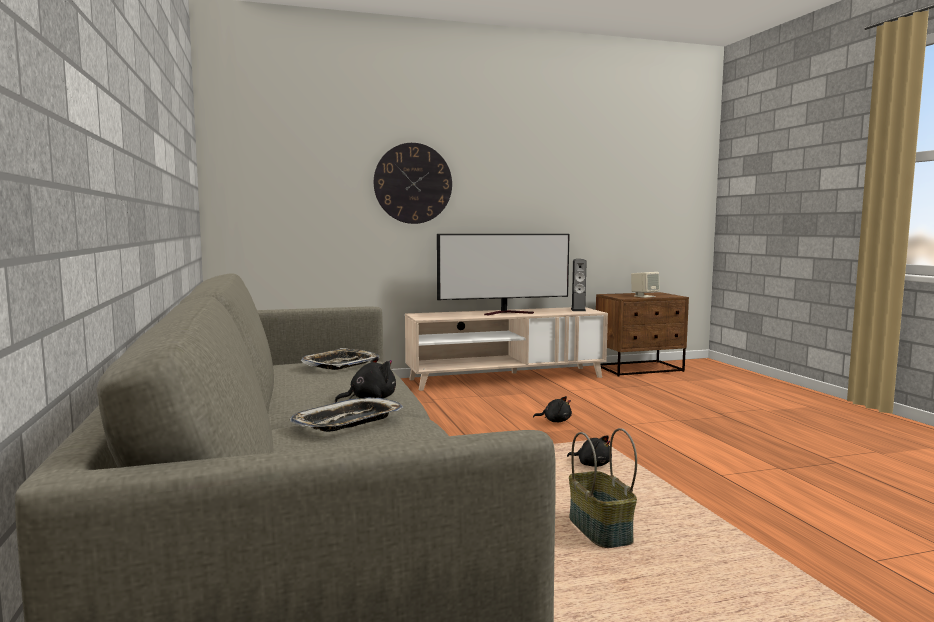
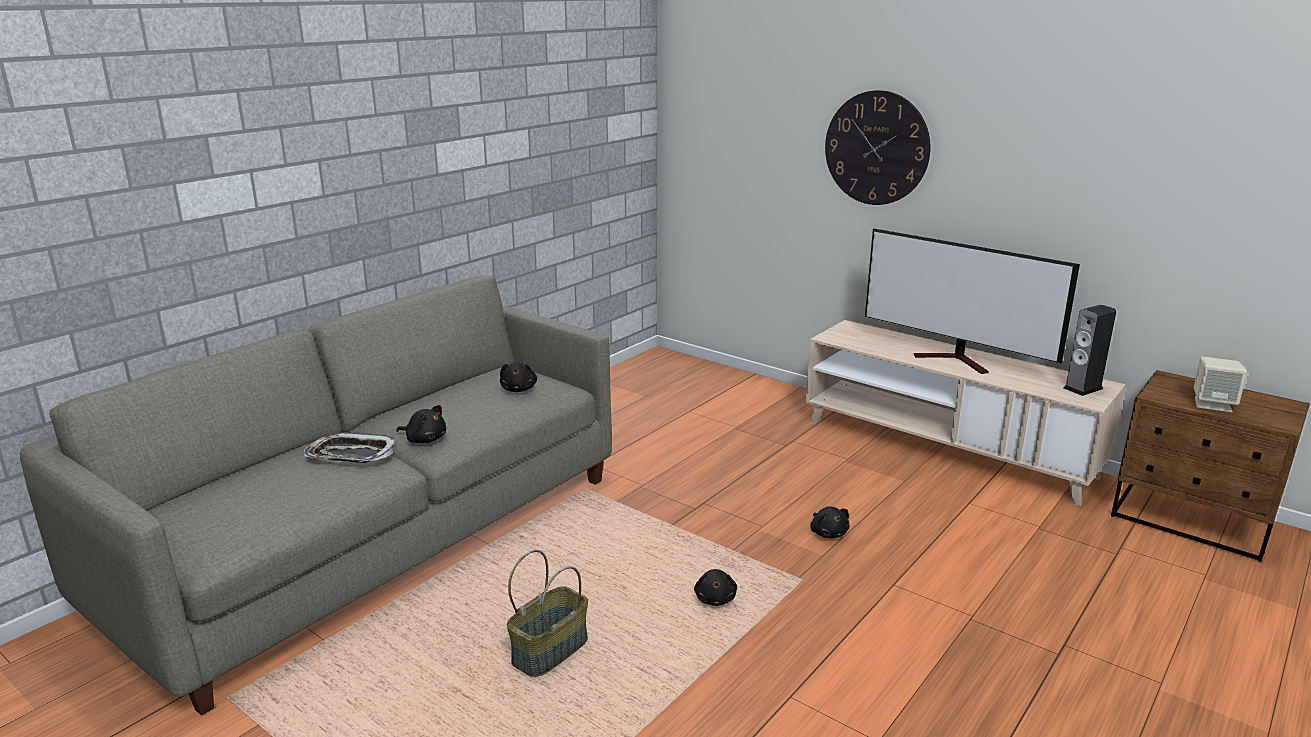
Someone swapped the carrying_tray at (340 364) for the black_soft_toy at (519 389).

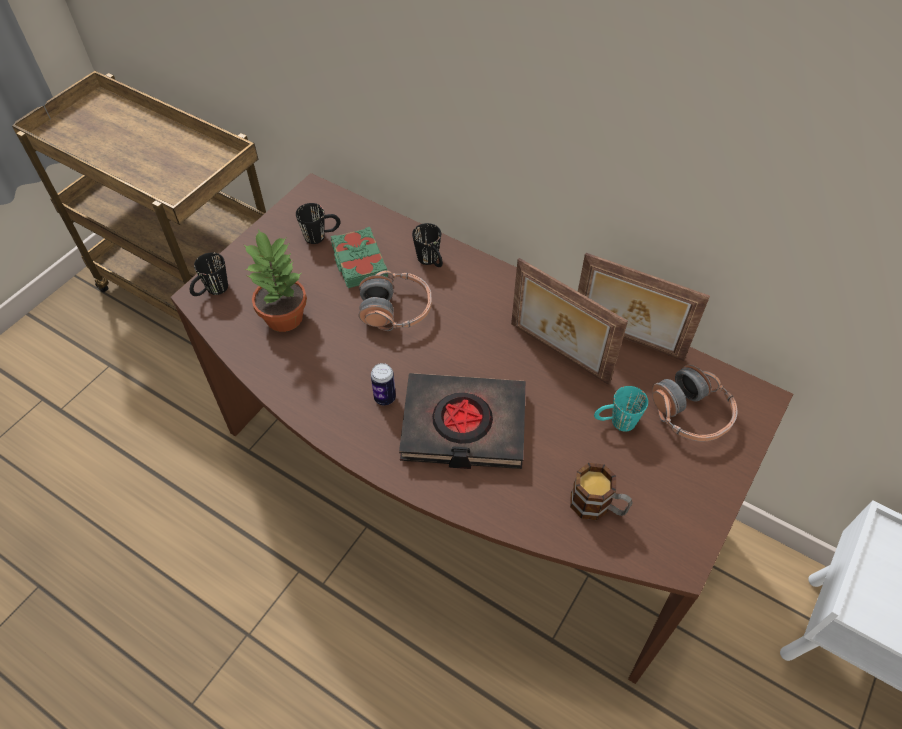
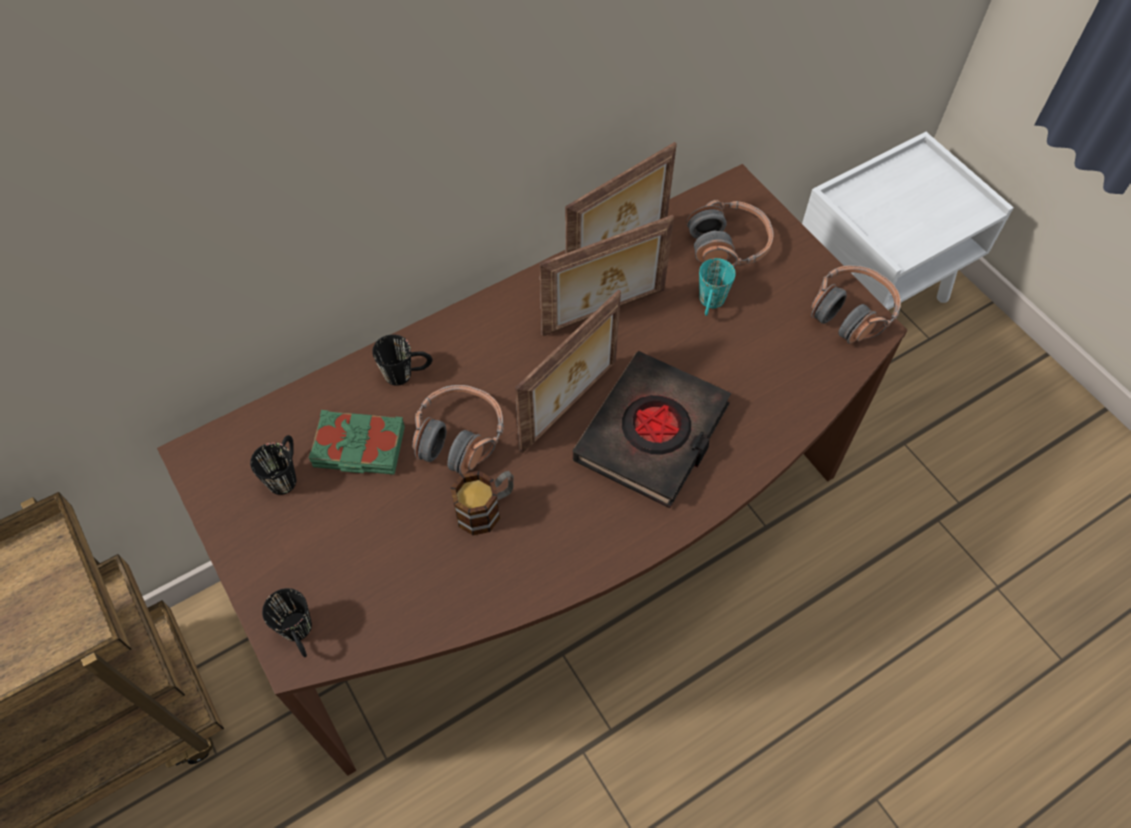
Someone took away the houseplant at (285 316).
Someone took away the can at (385 398).
Someone carried the mug from (597 506) to (486 509).
Someone put down the headset at (851 312).
Someone put down the standing_frame at (571 406).

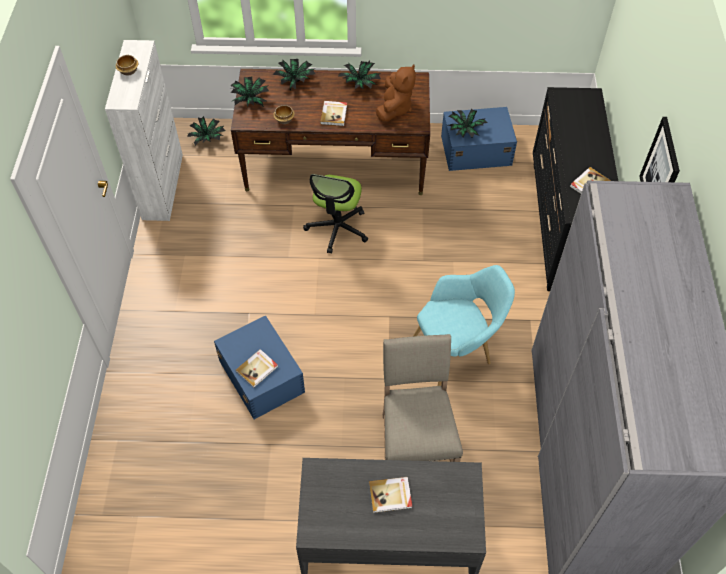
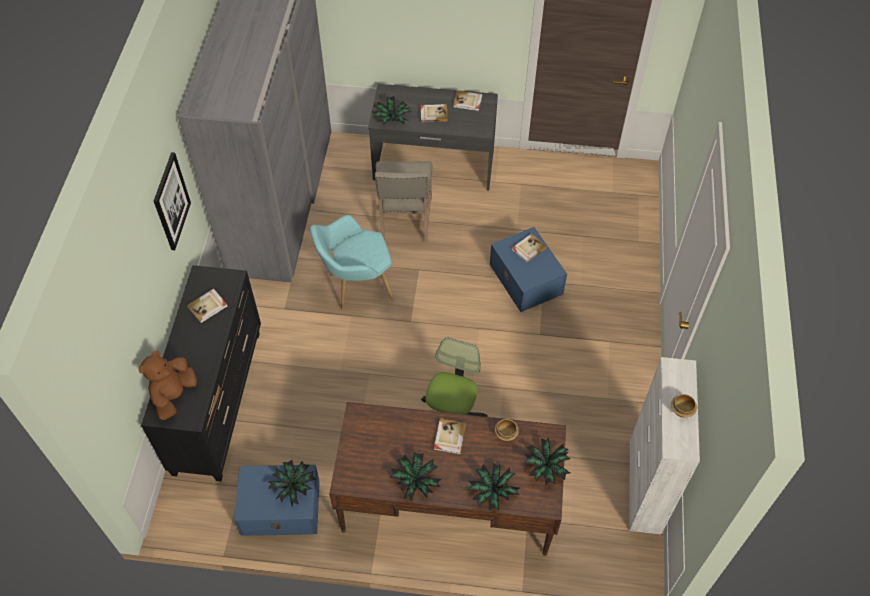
Someone carried the brown-coloured_soft_toy from (394 108) to (174 395).
Someone carried the houseplant from (207 139) to (391 119).
Someone put down the book at (468 102).

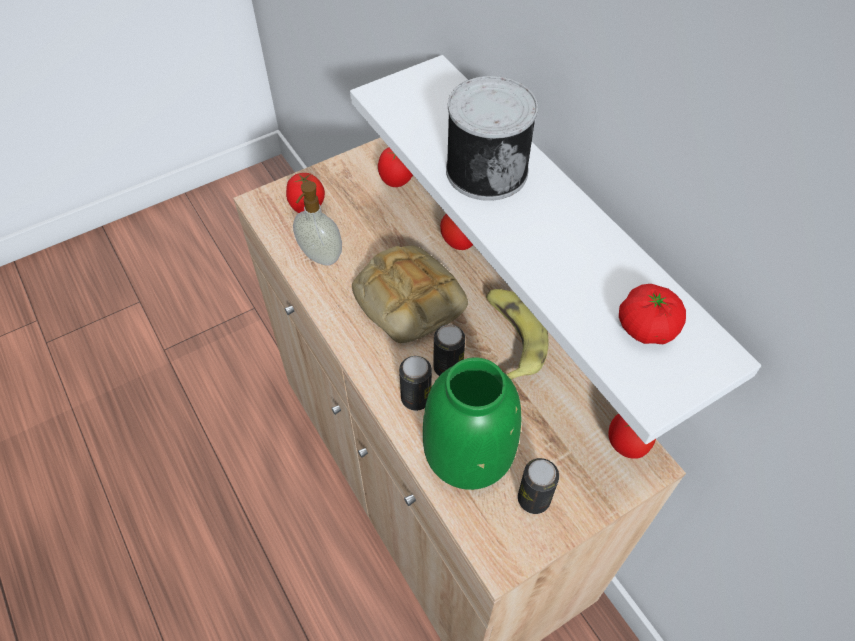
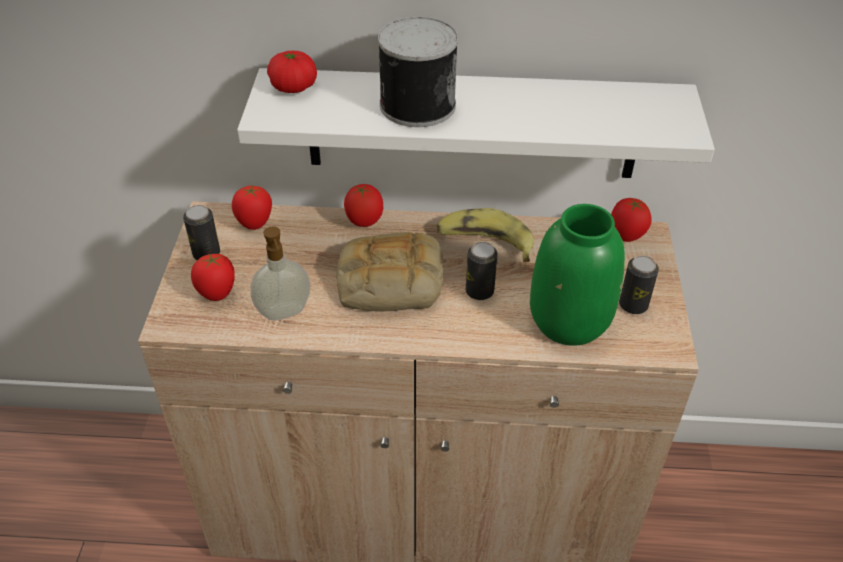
Someone carried the tomato from (646 327) to (293 87).
Someone carried the can from (416 398) to (206 254).

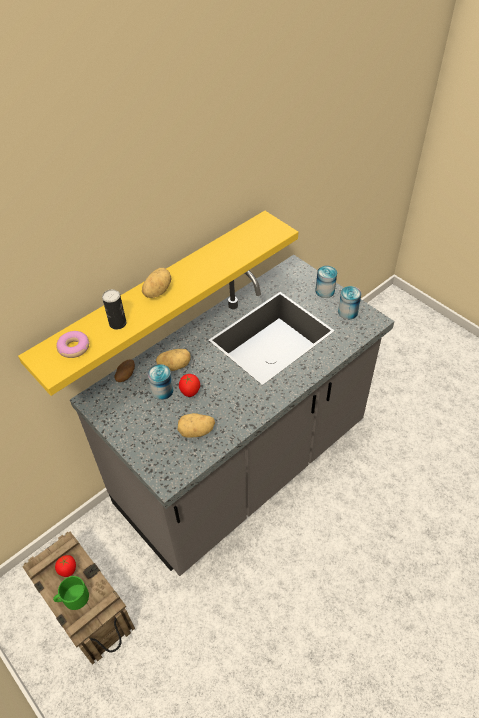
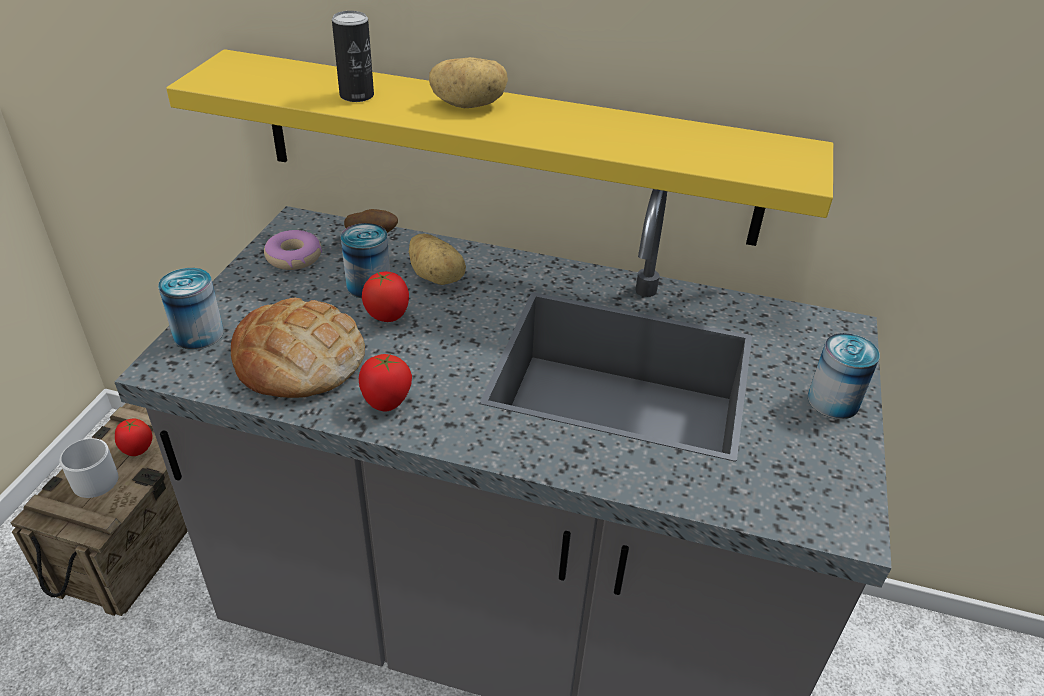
Someone carried the can from (348 312) to (198 334).
Someone carried the donut from (74 347) to (294 257).
Someone swapped the whole_potato at (196 432) for the baked_bread at (299 359).
Someone repainted the green_mug at (72 598), which became the white_mug at (92 478).
Someone put down the tomato at (386 404).

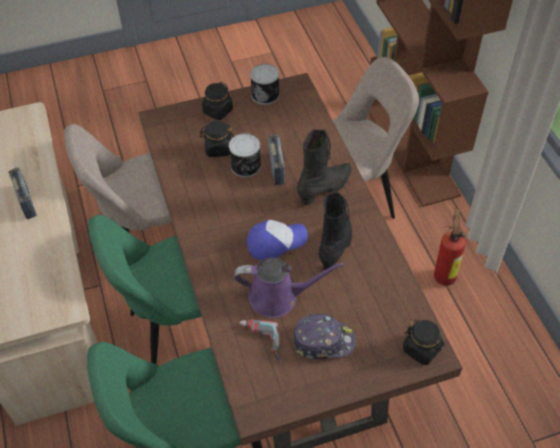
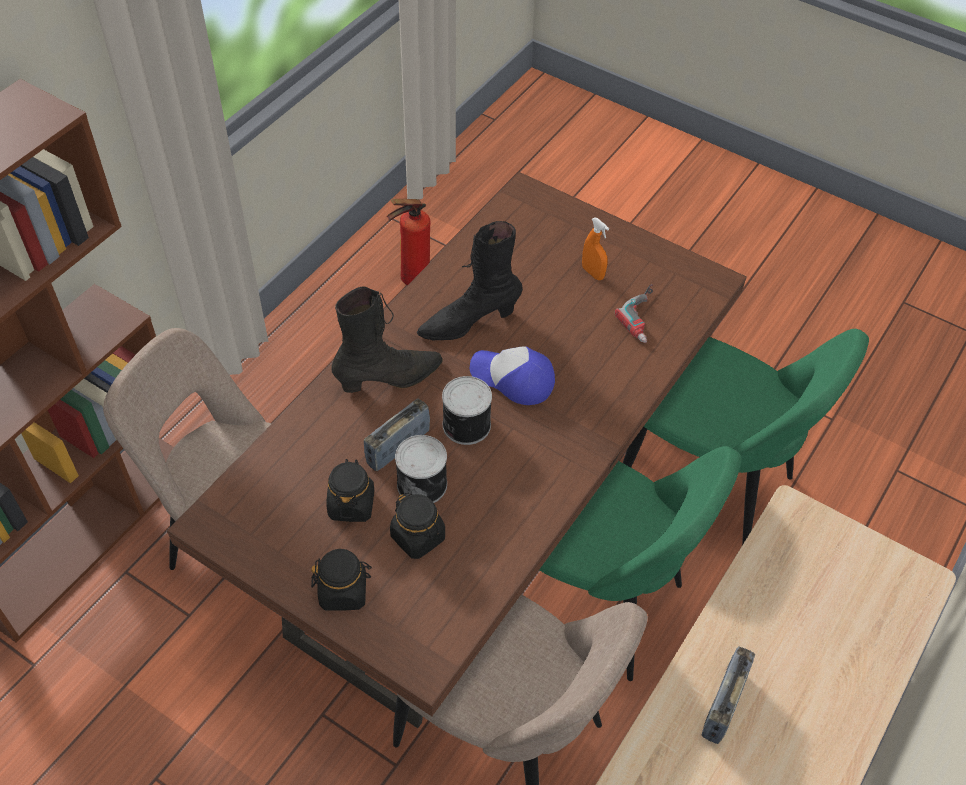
Someone carried the can from (265 94) to (465 425).
Someone rotated the black_tall_boot at (325 189) by 150 degrees clockwise.
Someone carried the fire-fighting_cylinder from (444 274) to (410 280).
Someone took away the purplish_watering_can at (278 297).
Someone swapped the peaked_cap at (323 341) for the orange-coloured_spray_bottle at (593 273).
Someone carried the black_storage_jar from (421 349) to (351 504).

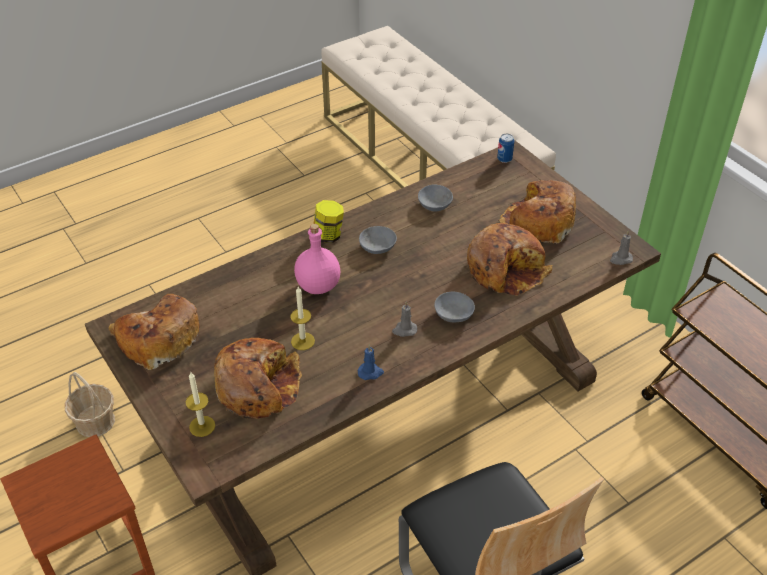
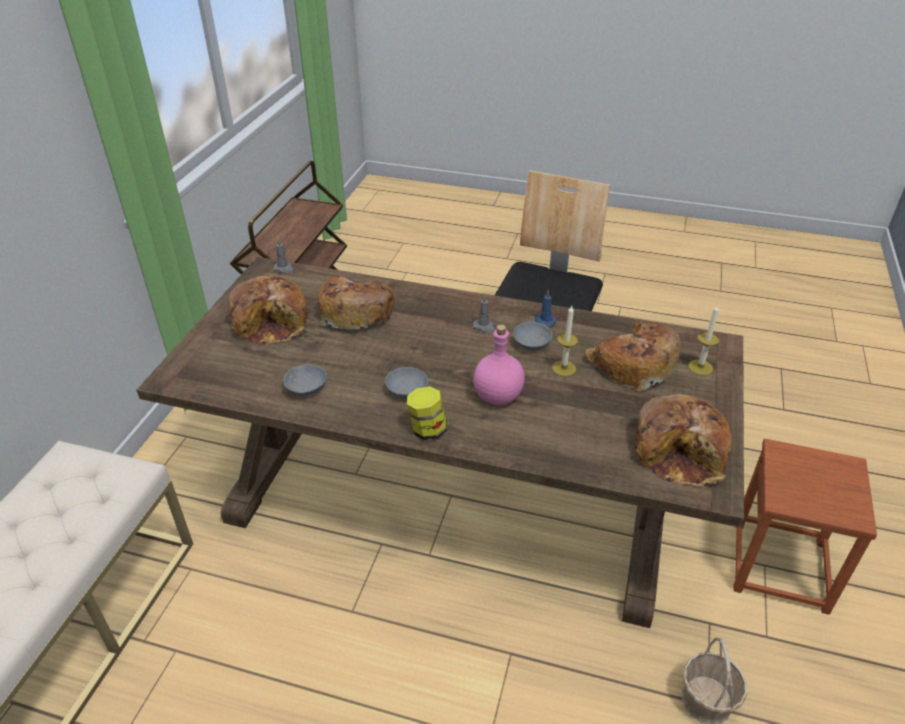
Someone took away the can at (504 159).
Someone carried the gray_bowl from (455 314) to (530 343).

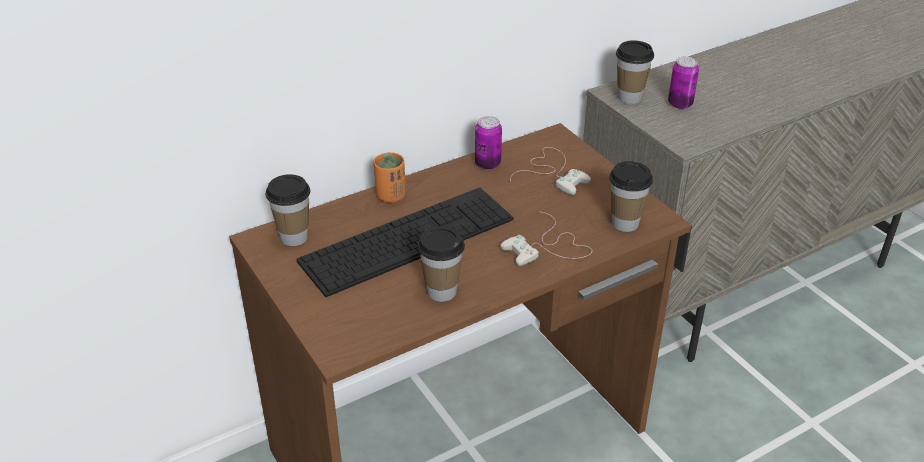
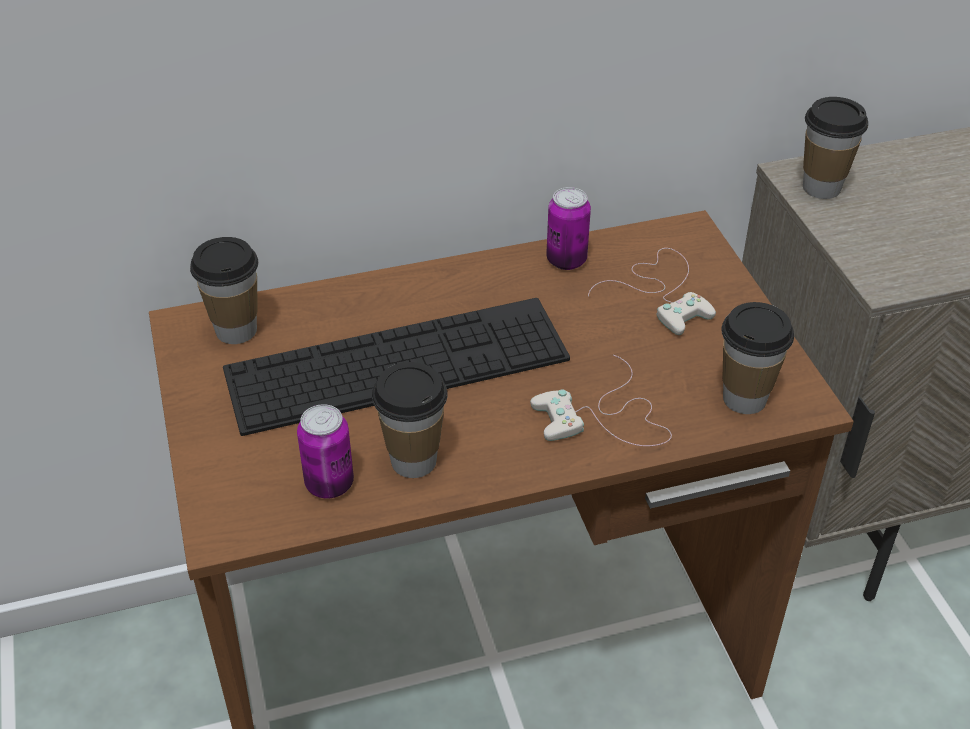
Someone carried the can from (680 104) to (329 484).
Someone took away the orange-coloured_small_cup at (391 196).

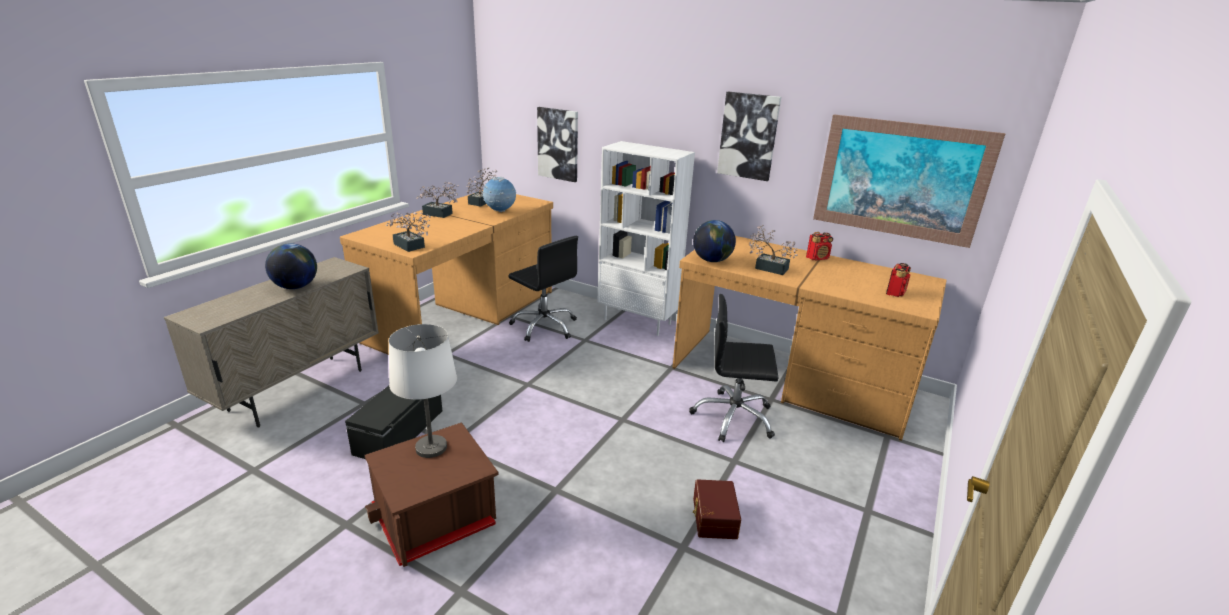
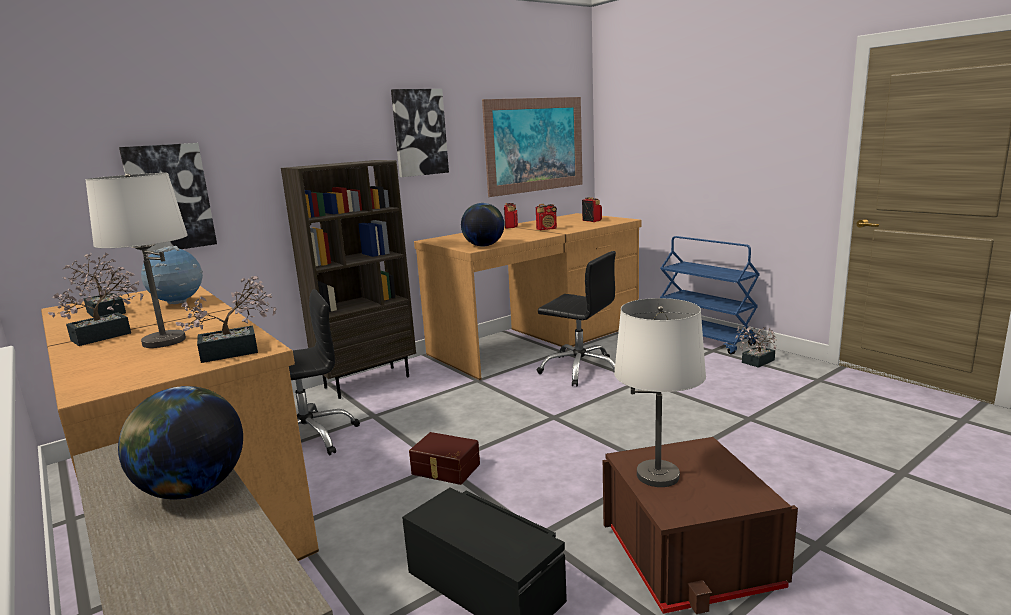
Someone repainted the white_bookshelf at (638 321), which became the brown-coloured_bookshelf at (367 381).
Someone carried the houseplant from (768 268) to (755 362).
Someone rotated the black_computer_chair at (733 418) by 90 degrees counterclockwise.
Someone carried the brown-coloured_storage_container from (713 517) to (445 470).
Someone put down the white_table_lamp at (163 341).
Someone put down the radio at (547 229).
Someone put down the bluish_cart at (706 340).

